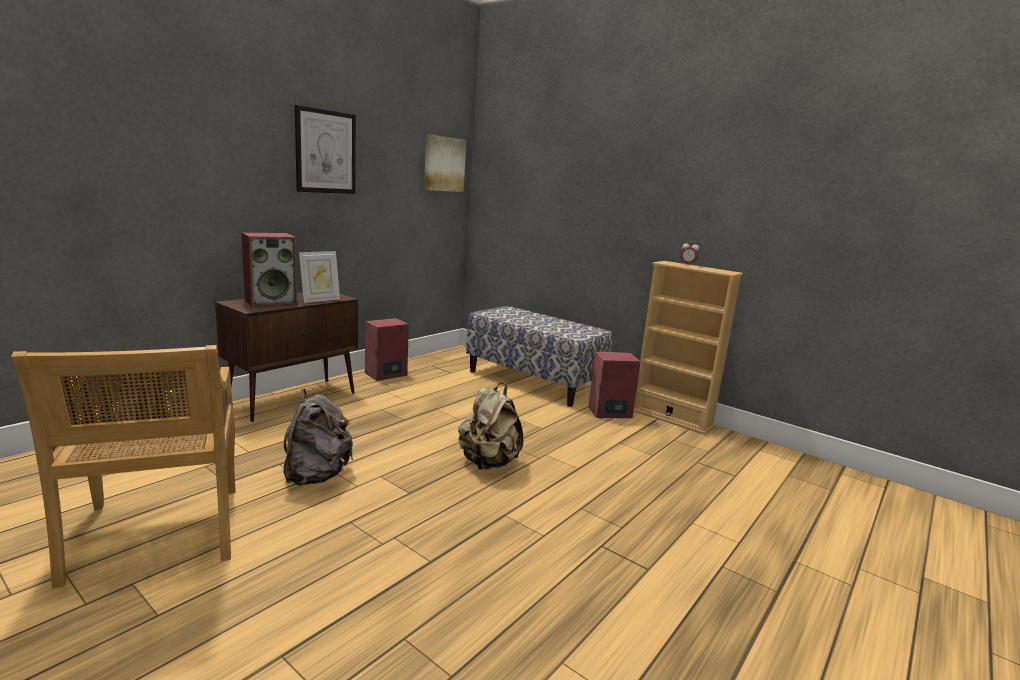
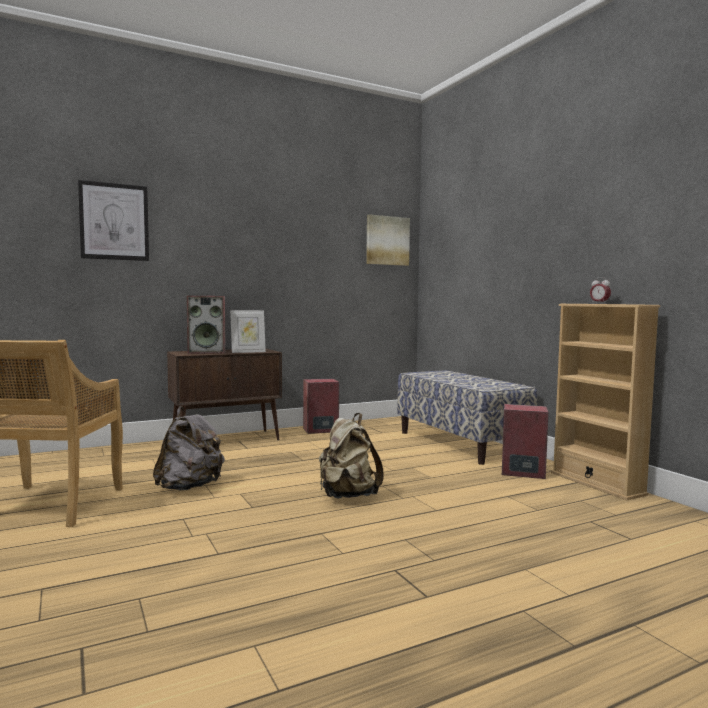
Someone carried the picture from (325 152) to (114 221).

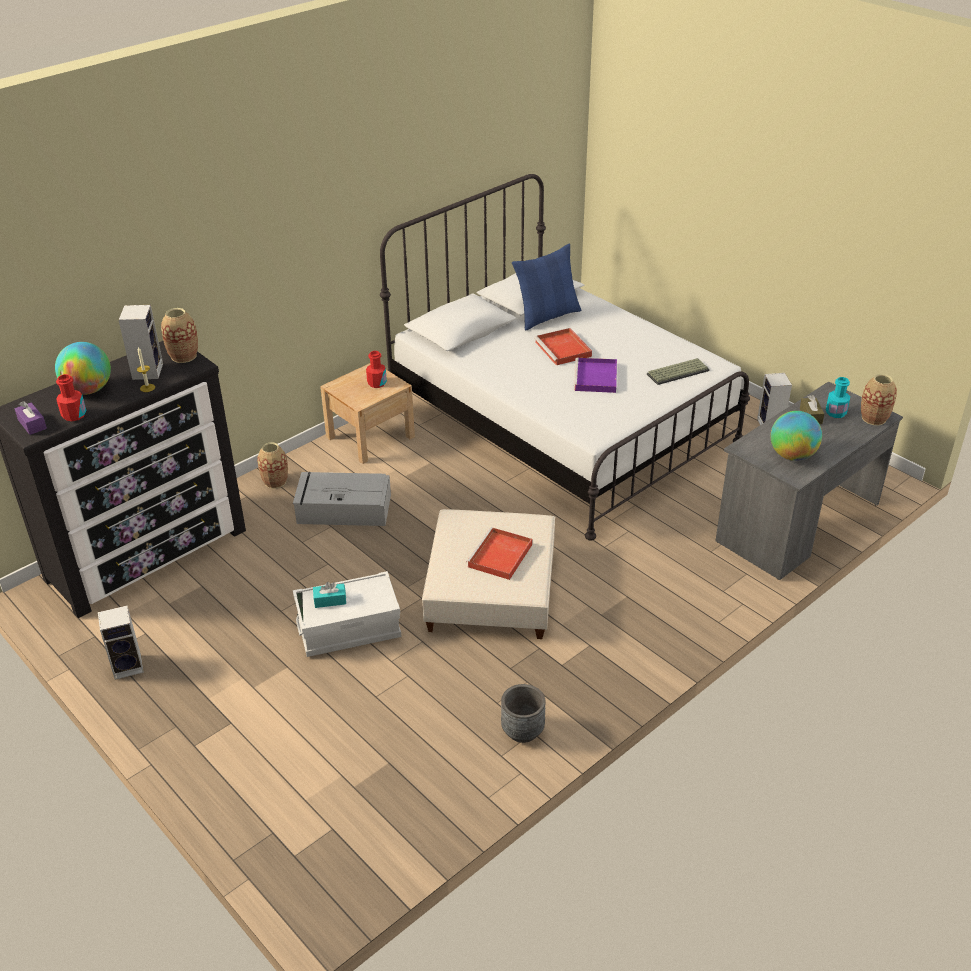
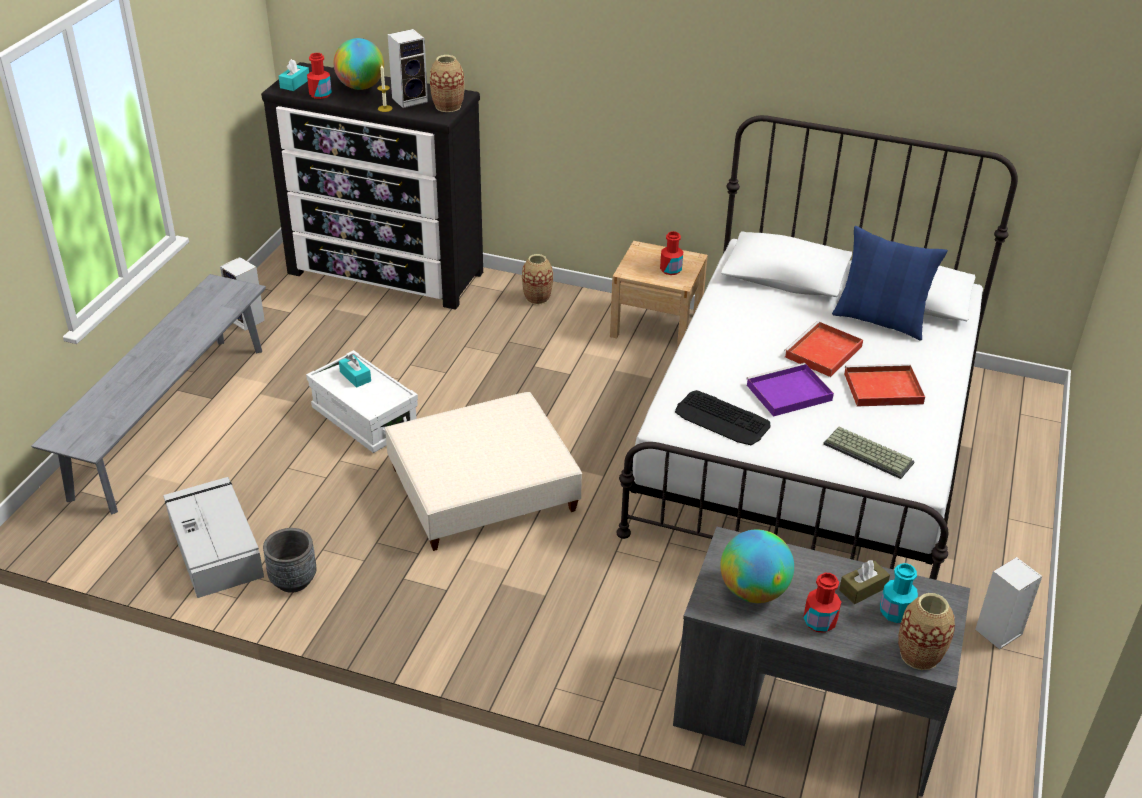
Someone repainted the purplish_tissue_holder at (32 424), which became the blue-green_tissue_holder at (295 84).
Someone carried the gray_storage_container from (342 509) to (215 547).
Someone carried the red-coloured_carrying_tray from (500 556) to (881 389).
Someone put down the gray_long_seat at (171 420).
Someone put down the keyboard at (722 419).
Someone put down the red-coloured_drink_bottle at (819 621).

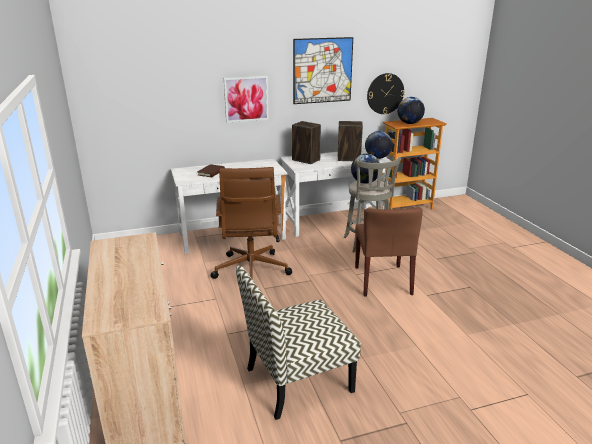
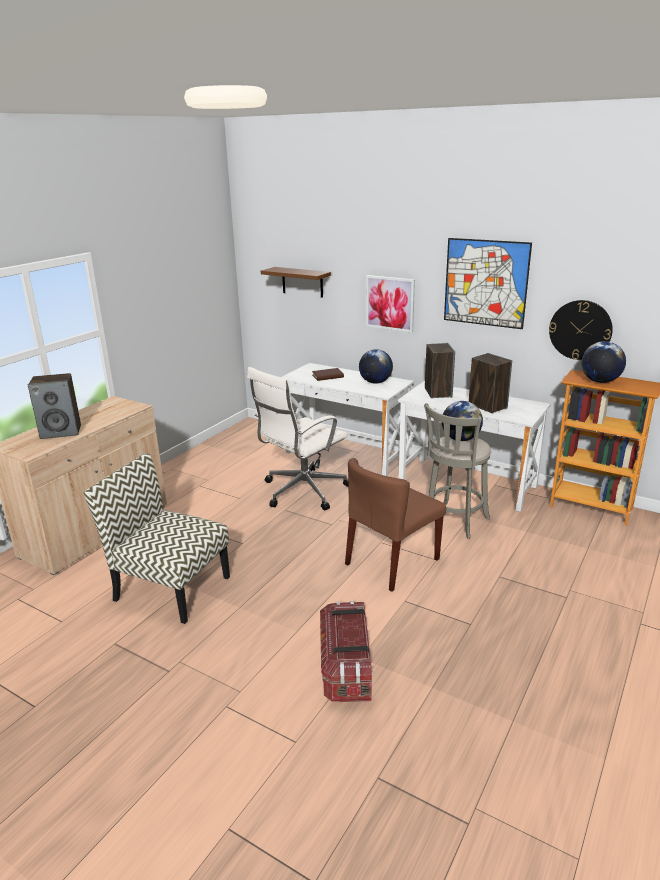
Someone carried the globe from (377 158) to (375 382).
Someone repainted the brown-coloured_computer_chair at (251 271), which became the white_computer_chair at (302 491).
Someone put up the brown-coloured_shelf at (302 282).
Someone put down the loudspeaker at (61 432).
Someone put down the storage_container at (346 667).

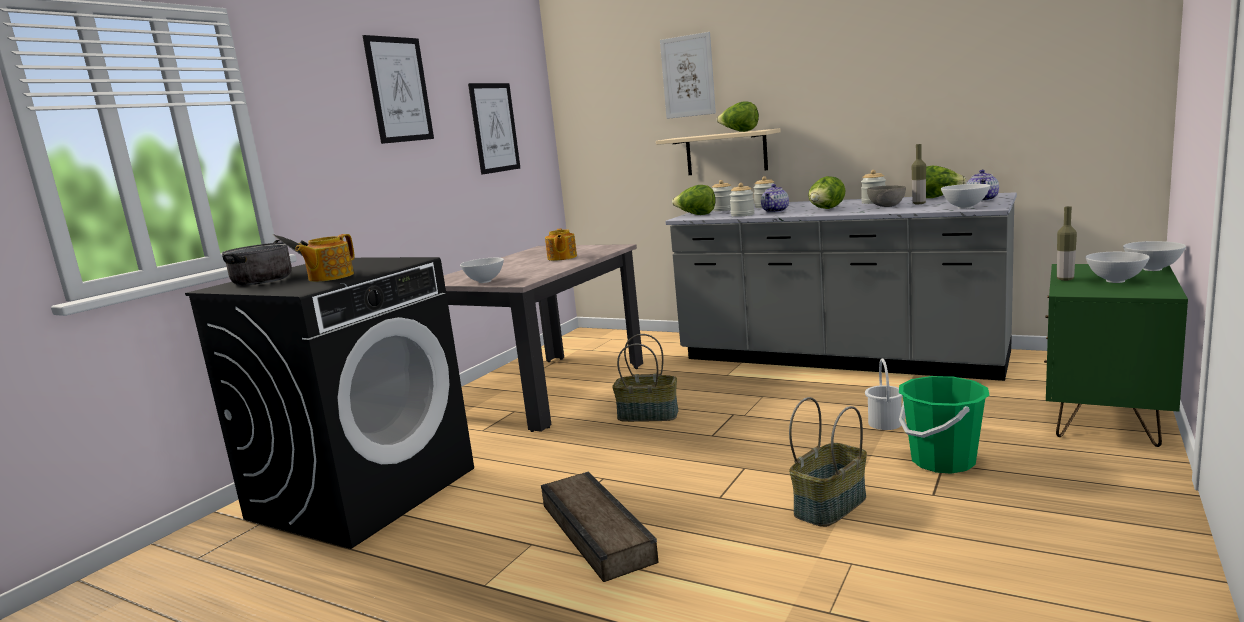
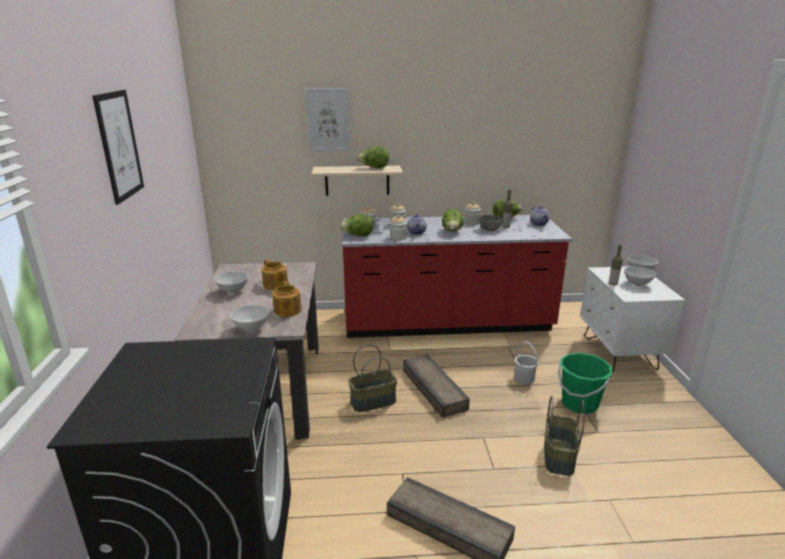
Someone took away the picture at (494 128).
Someone carried the white_bowl from (964 207) to (232 291).
Someone repainted the gray_kitchen_counter at (839 358), which became the red-coloured_kitchen_counter at (447 323).
Someone took away the stockpot at (277 277).
Someone carried the pot_for_tea from (330 277) to (287 311).
Someone repainted the green_night_table at (1105 419), which became the white_night_table at (619 353).
Someone put down the packing_crate at (435 388).

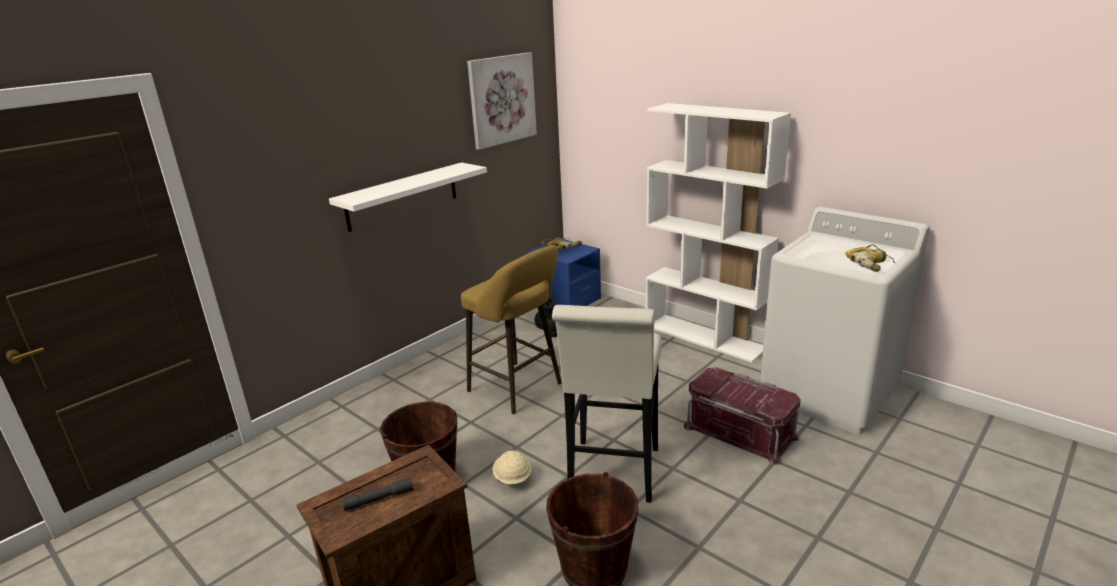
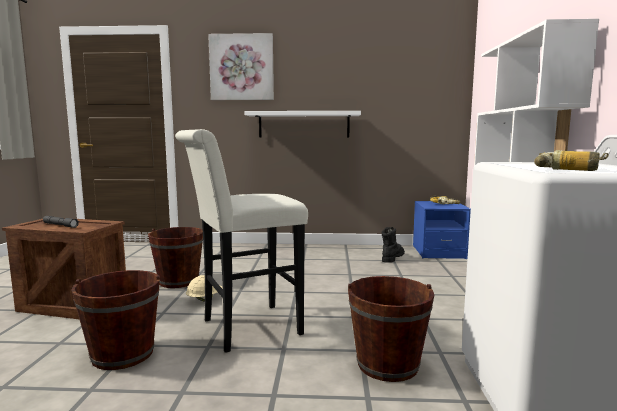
Someone carried the picture from (501 99) to (242 67).
Someone took away the yellow_stool at (518 389).
Someone swapped the red-coloured_storage_container at (740 431) for the brown-coloured_pail at (387 364).

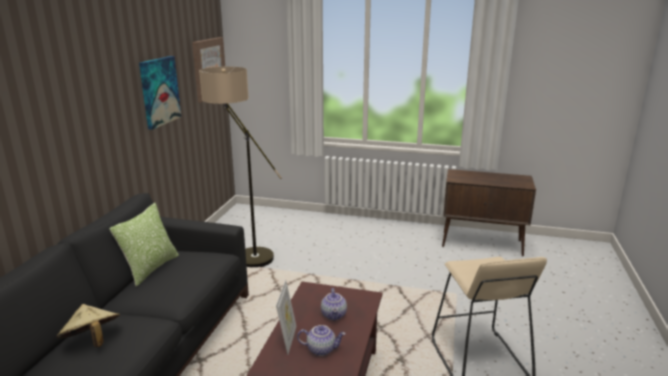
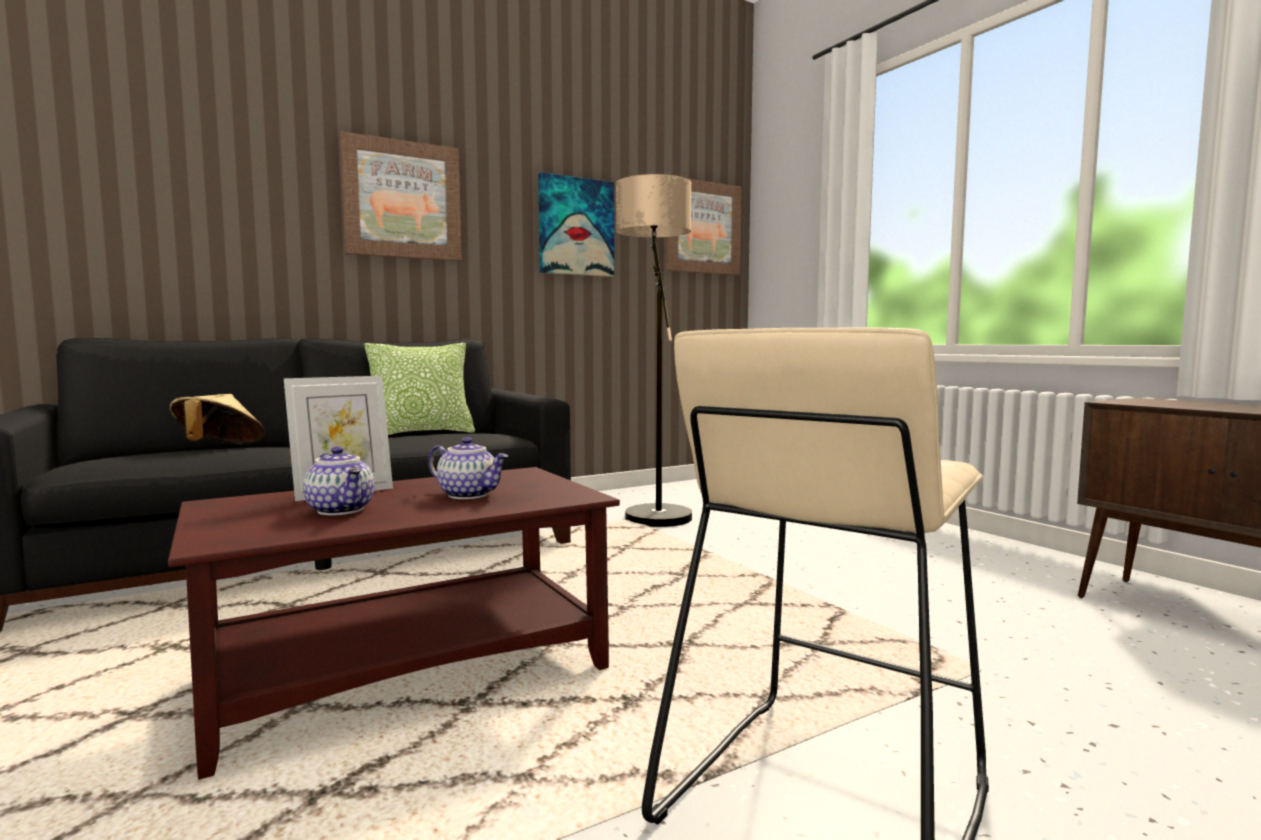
Someone rotated the pot_for_tea at (334 315) by 105 degrees counterclockwise.
Someone put up the picture at (402 200).

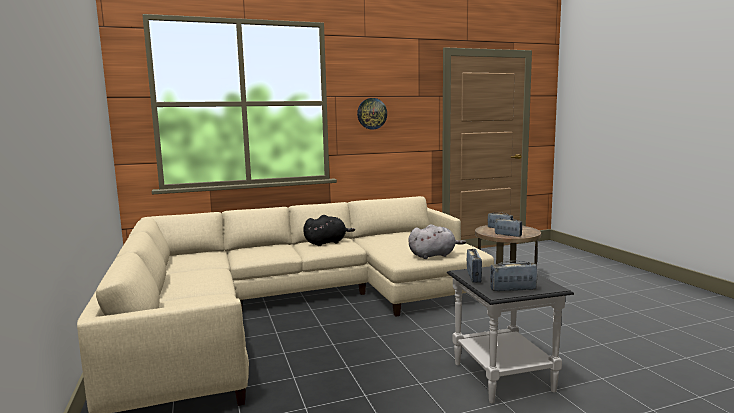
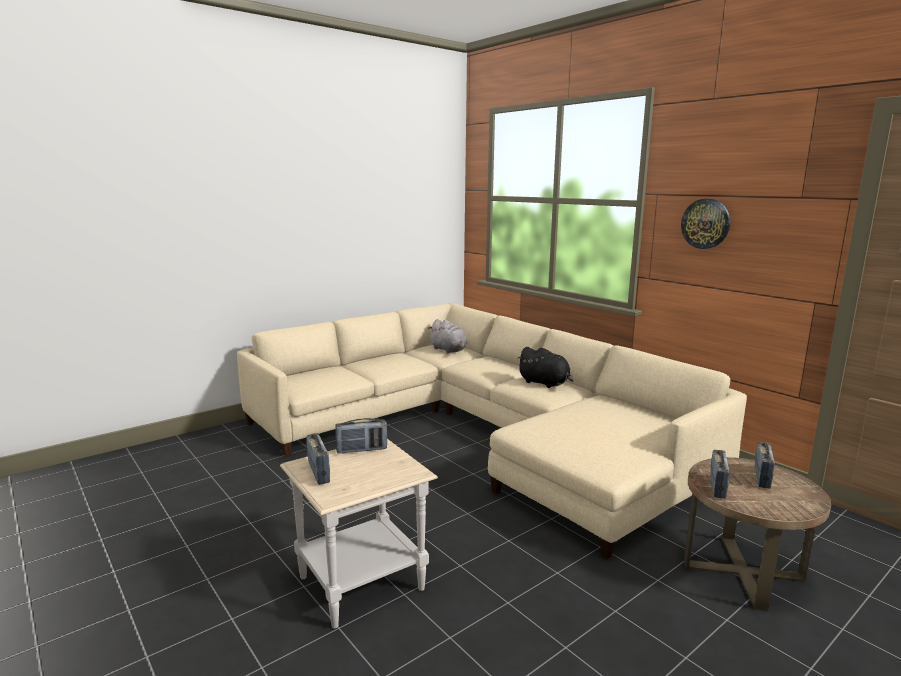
Someone carried the gray_soft_toy from (434 255) to (449 350).
Someone repainted the black_end_table at (502 376), which became the beige_end_table at (362 582).

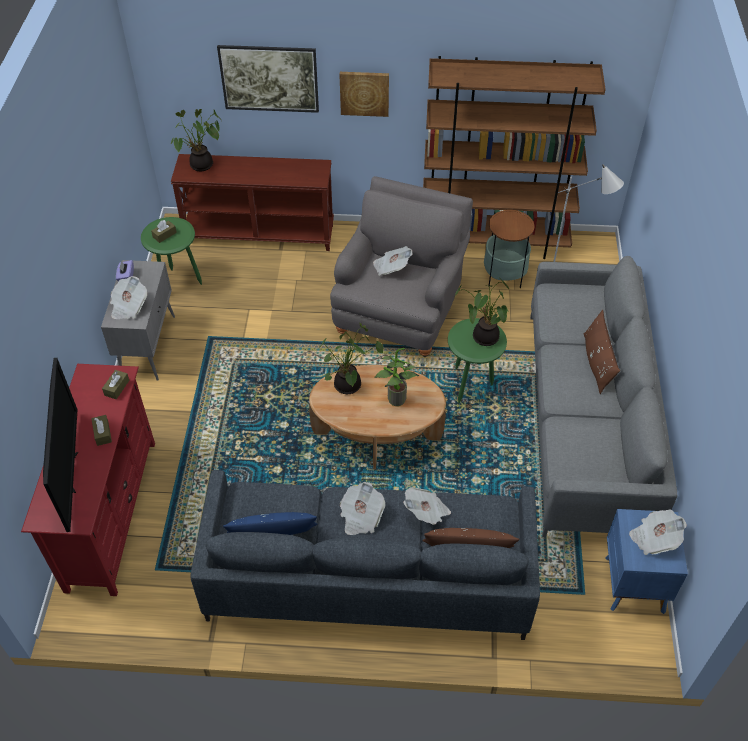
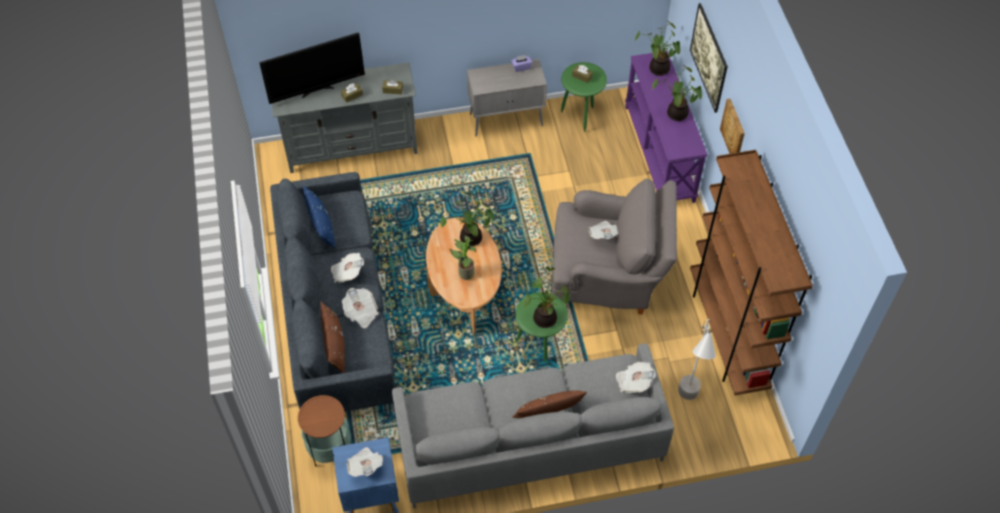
Someone repainted the brown-coloured_console_table at (260 234), which became the purplish_console_table at (660 153).
Someone carried the end_table from (504 276) to (330 448).
Someone carried the printed_paper from (128 306) to (633 382).
Someone repainted the red-coloured_tv_unit at (111 513), which became the gray_tv_unit at (352 148).
Someone put down the houseplant at (675 114).

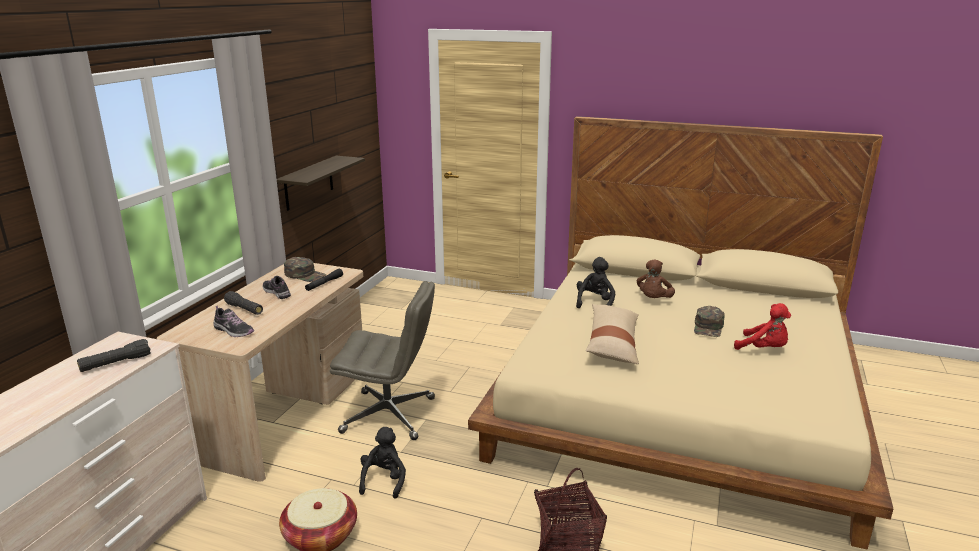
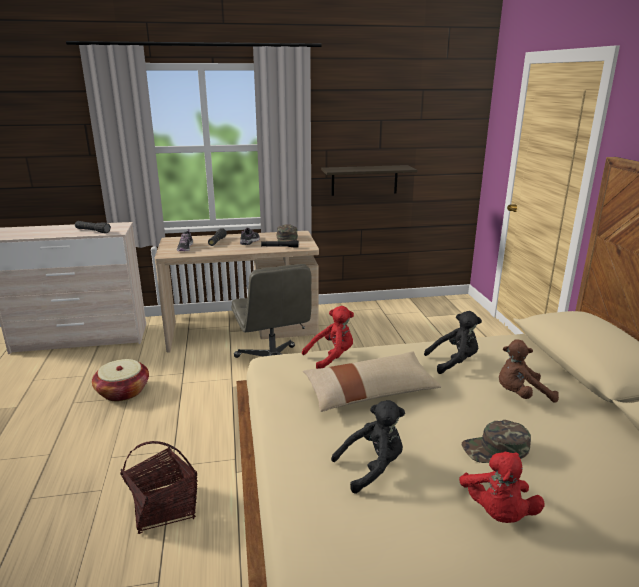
Someone carried the black_soft_toy from (384 480) to (372 467).
Someone put down the red-coloured_soft_toy at (332 357).

